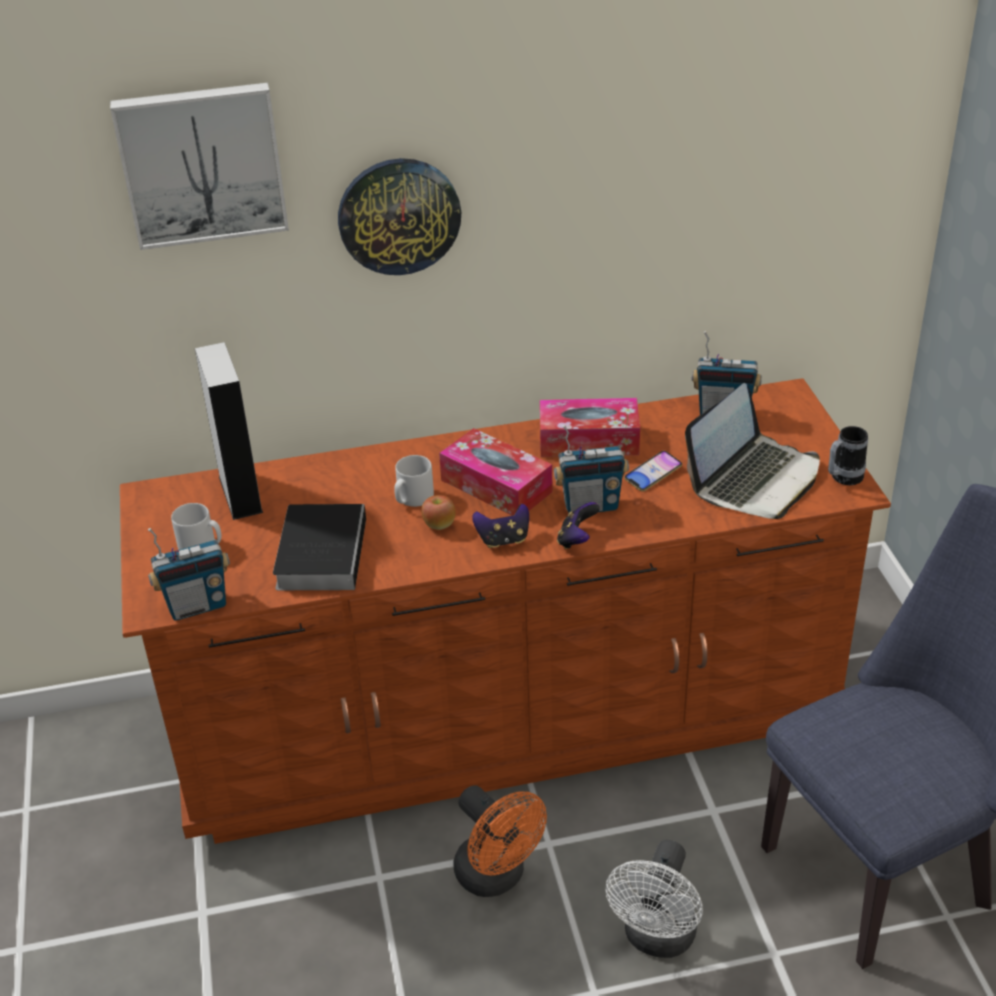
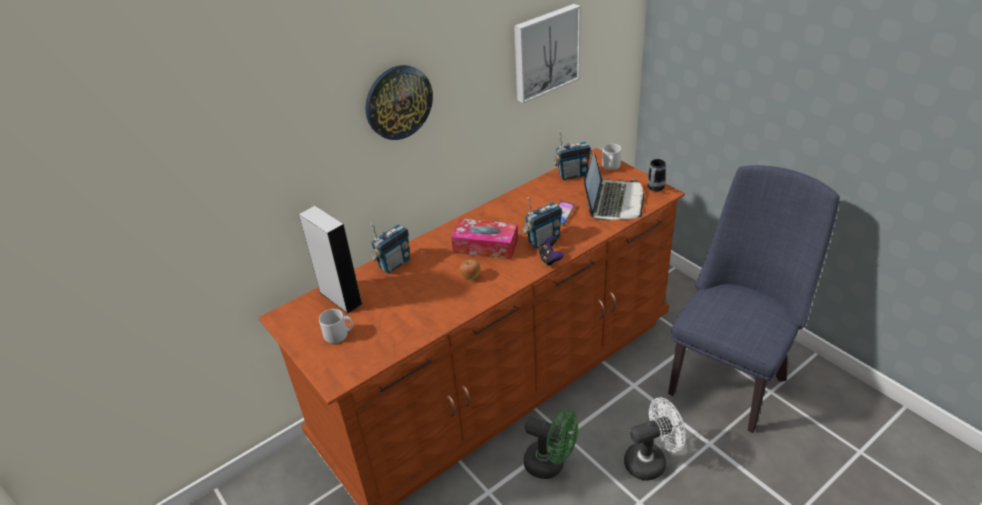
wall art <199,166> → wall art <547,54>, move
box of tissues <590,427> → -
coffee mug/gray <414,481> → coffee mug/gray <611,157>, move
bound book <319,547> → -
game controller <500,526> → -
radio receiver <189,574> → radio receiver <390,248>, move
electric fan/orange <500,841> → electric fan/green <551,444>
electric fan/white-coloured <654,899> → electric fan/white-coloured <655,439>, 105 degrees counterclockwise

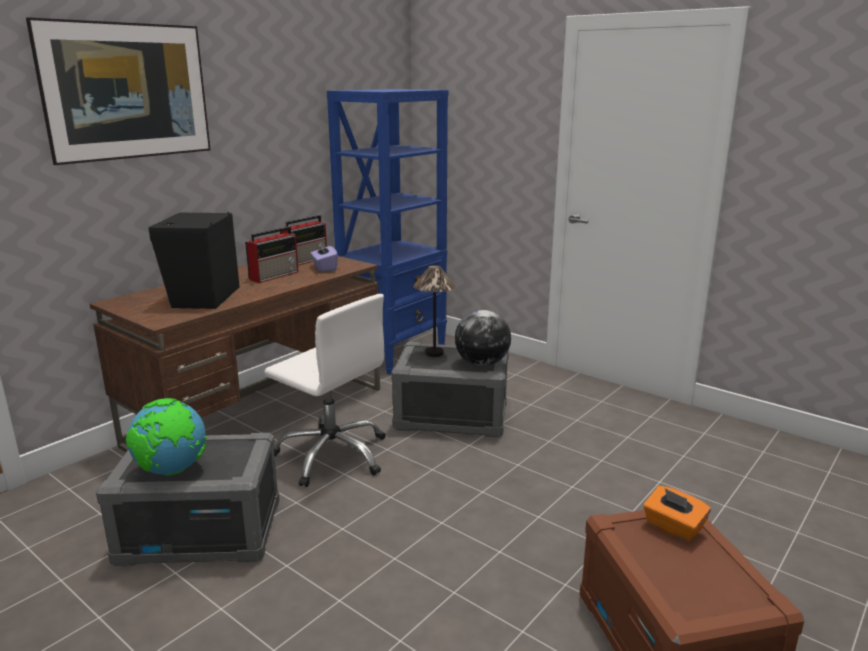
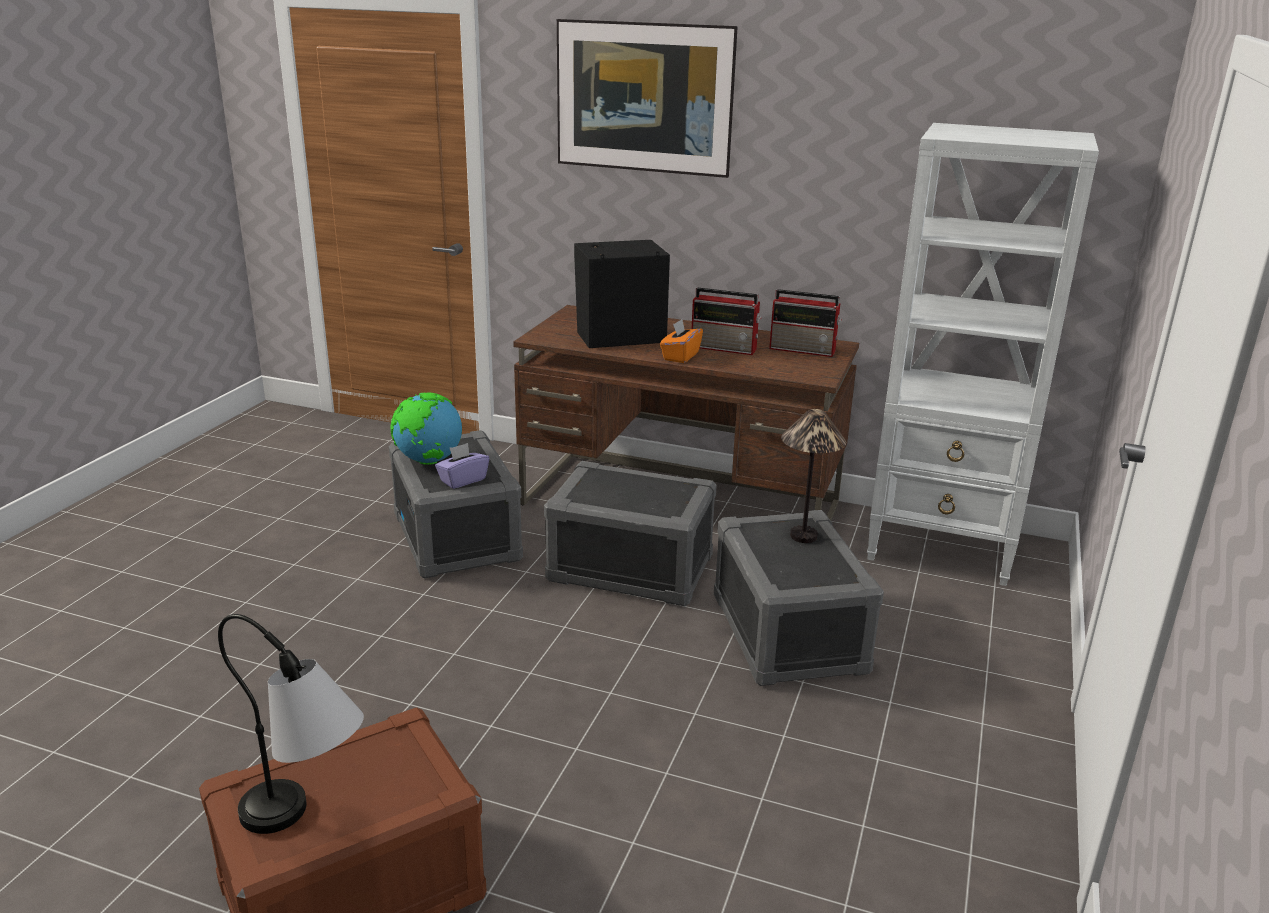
shelving unit/blue-coloured <387,232> → shelving unit/white-coloured <983,354>
box of tissues/purplish <324,258> → box of tissues/purplish <462,466>, move
computer chair/white-coloured <325,390> → storage container/gray <630,533>
globe <483,338> → -
box of tissues/orange <677,514> → box of tissues/orange <681,341>, move
- → table lamp <291,724>

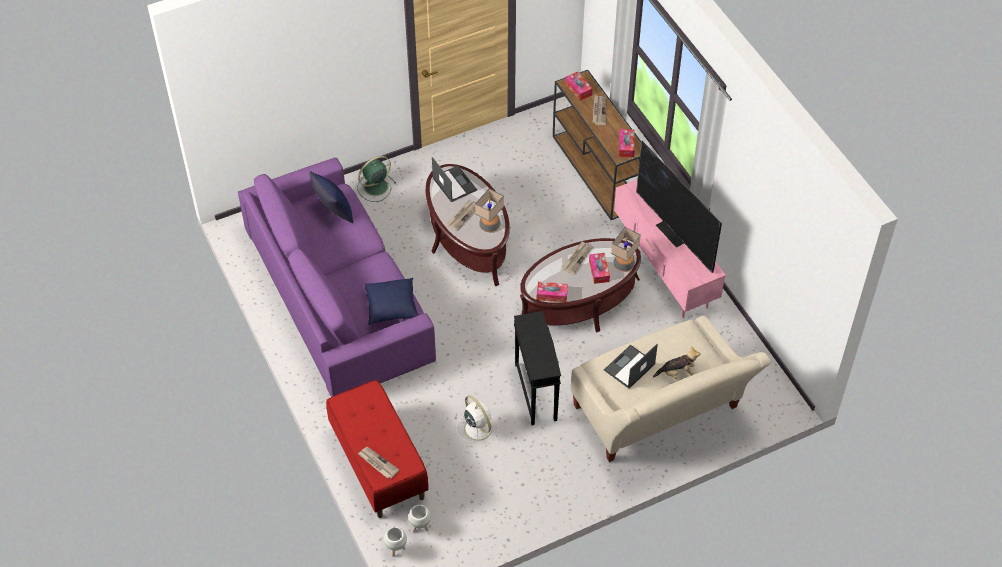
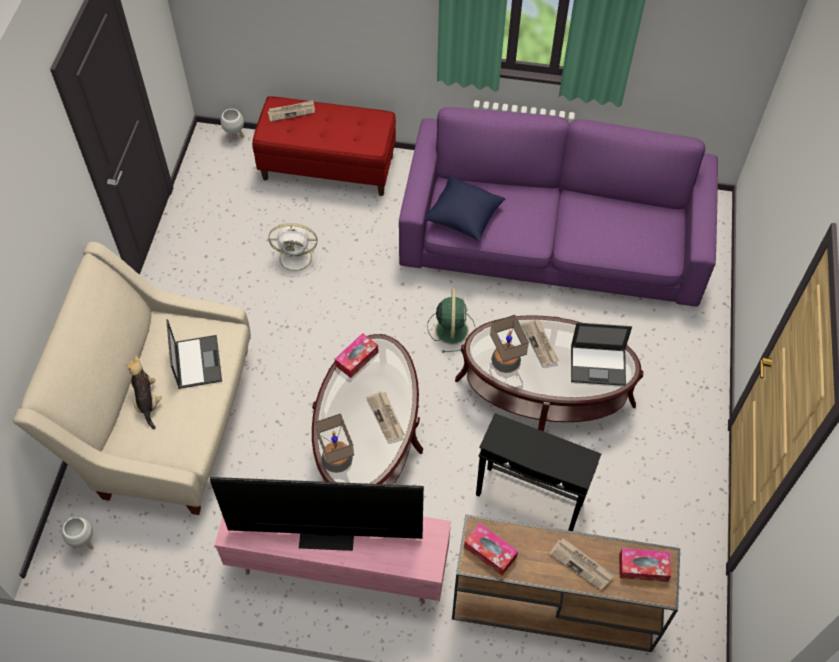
electric fan/green <376,179> → electric fan/green <451,320>, move
pillow/blue-coloured <331,197> → -
box of tissues <599,268> → -
side table/black <537,368> → side table/black <538,472>, move
cuddly toy <677,362> → cuddly toy <144,392>, 135 degrees clockwise
plant pot/white-coloured <420,518> → plant pot/white-coloured <78,533>, move

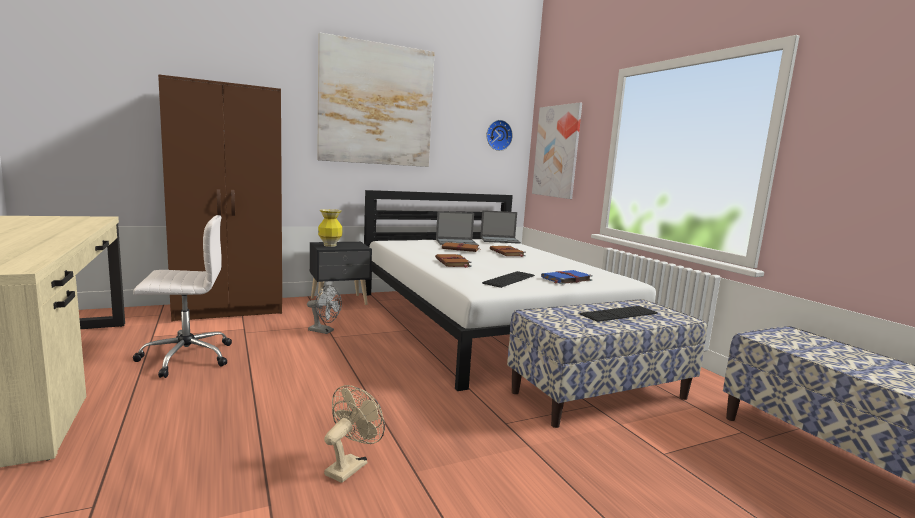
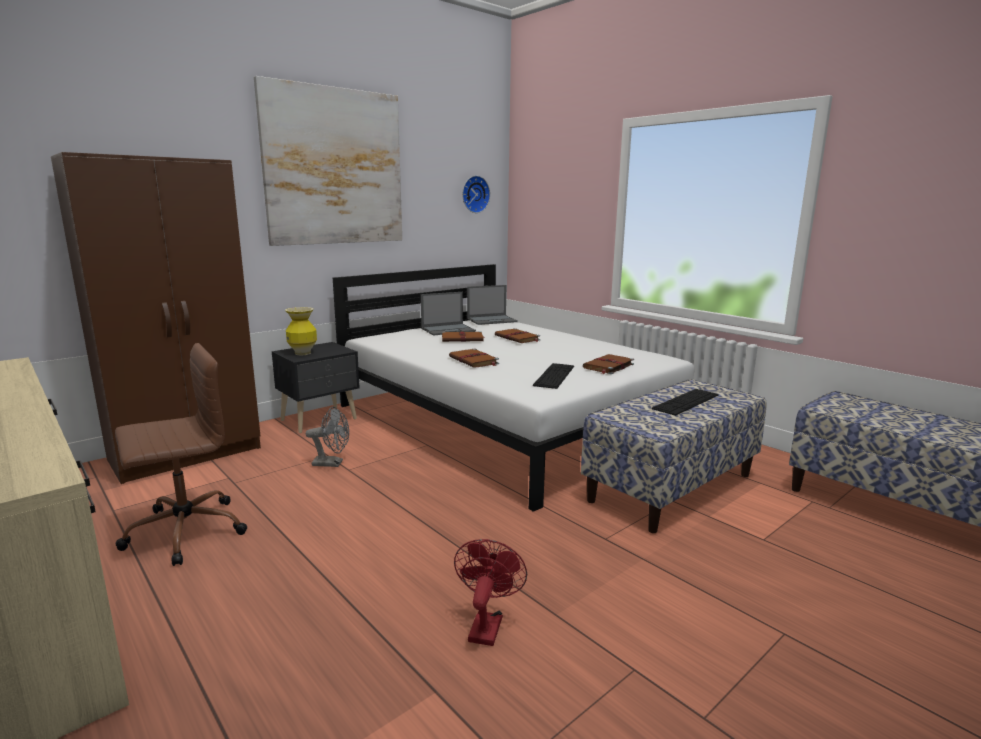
wall art <557,150> → -
computer chair/white-coloured <182,296> → computer chair/brown <181,454>
bound book/blue-coloured <567,277> → bound book/brown <608,364>
electric fan/beige-coloured <354,434> → electric fan/red <490,592>

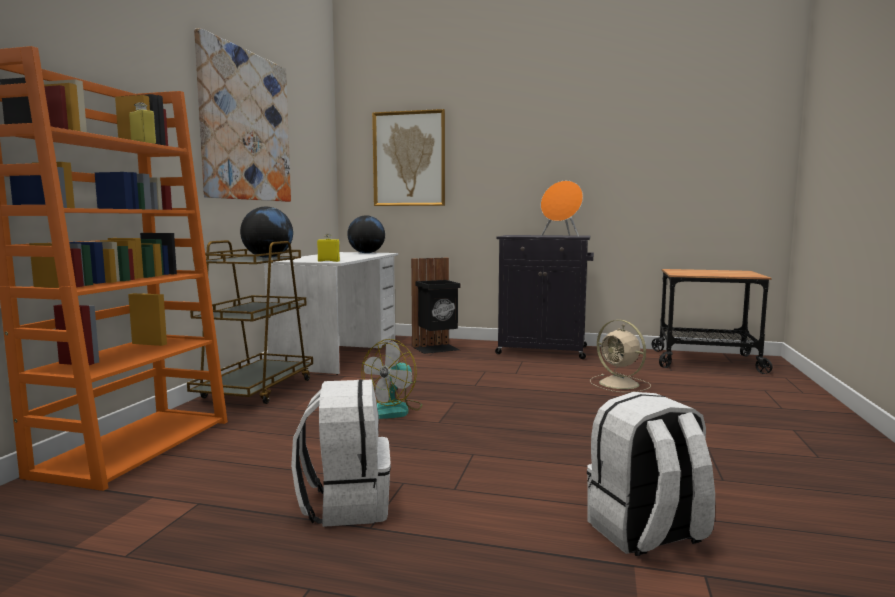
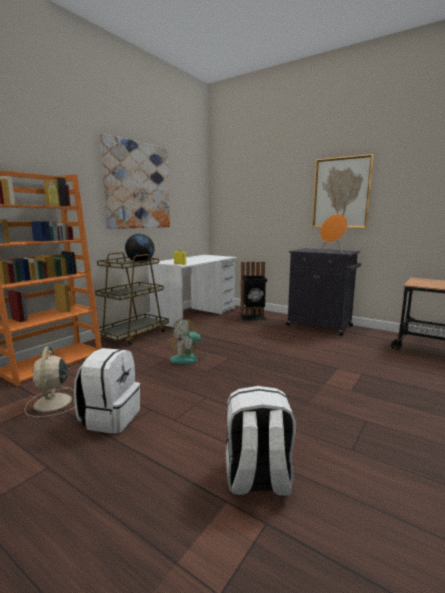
wall art <408,157> → wall art <343,191>, move
globe <366,234> → -
electric fan/beige-coloured <620,356> → electric fan/beige-coloured <50,381>, move

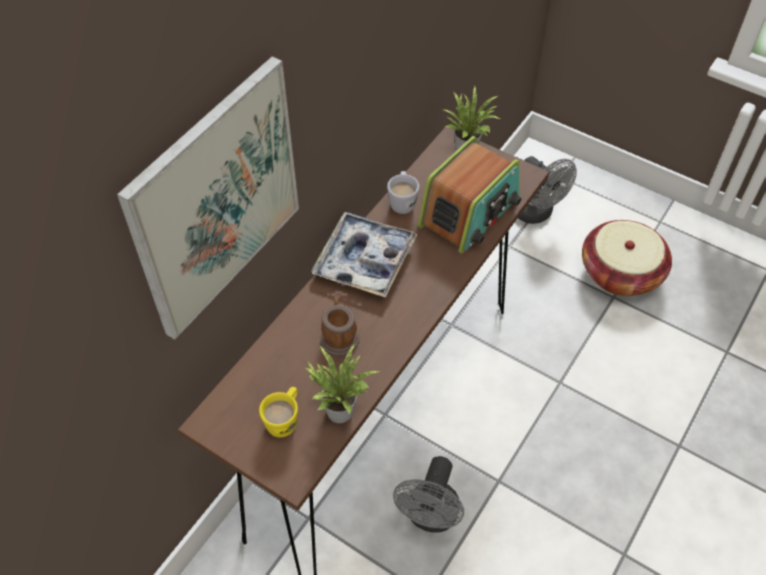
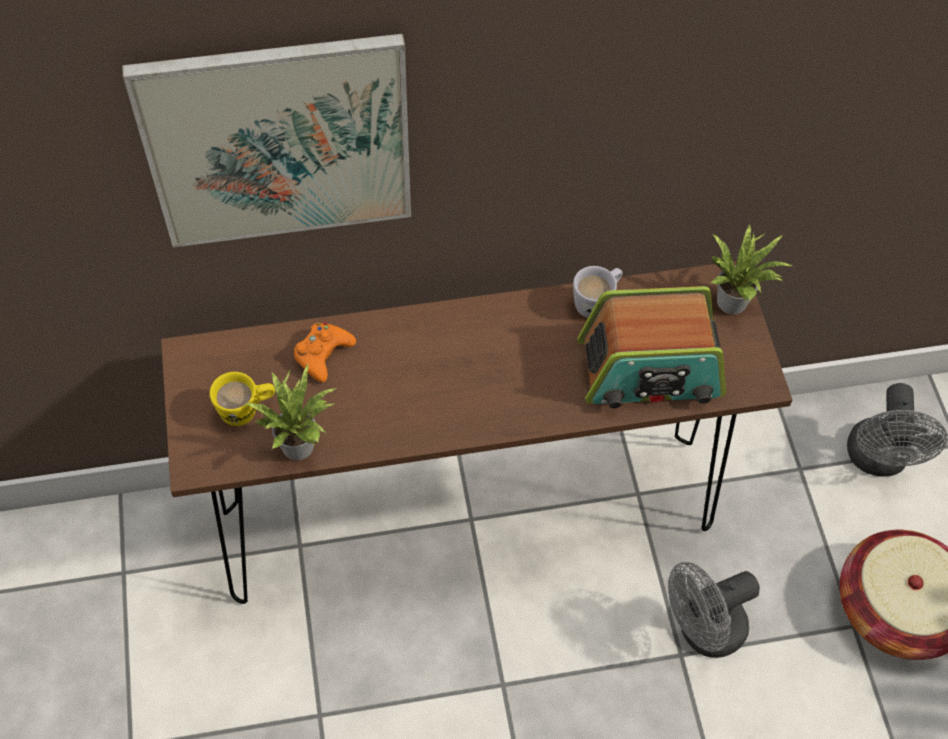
serving tray <365,255> → -
coffee mug <339,326> → -
electric fan/gray <428,494> → electric fan/gray <714,610>, move
- → game controller/orange <324,352>

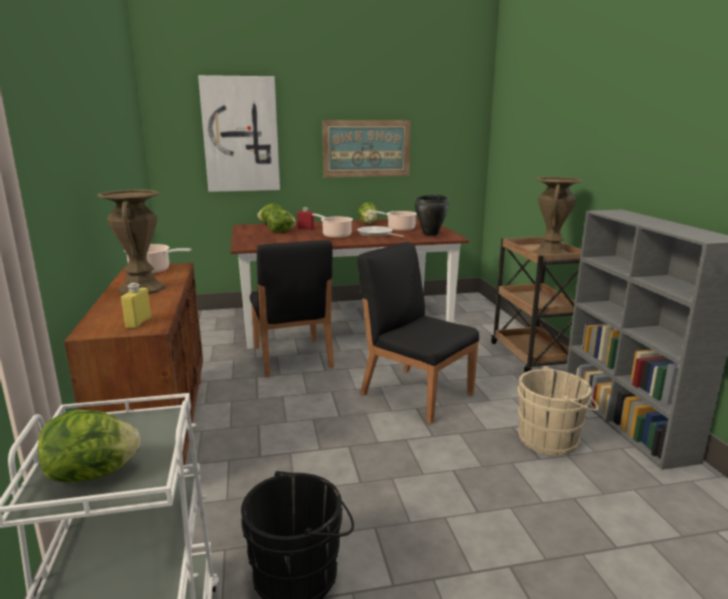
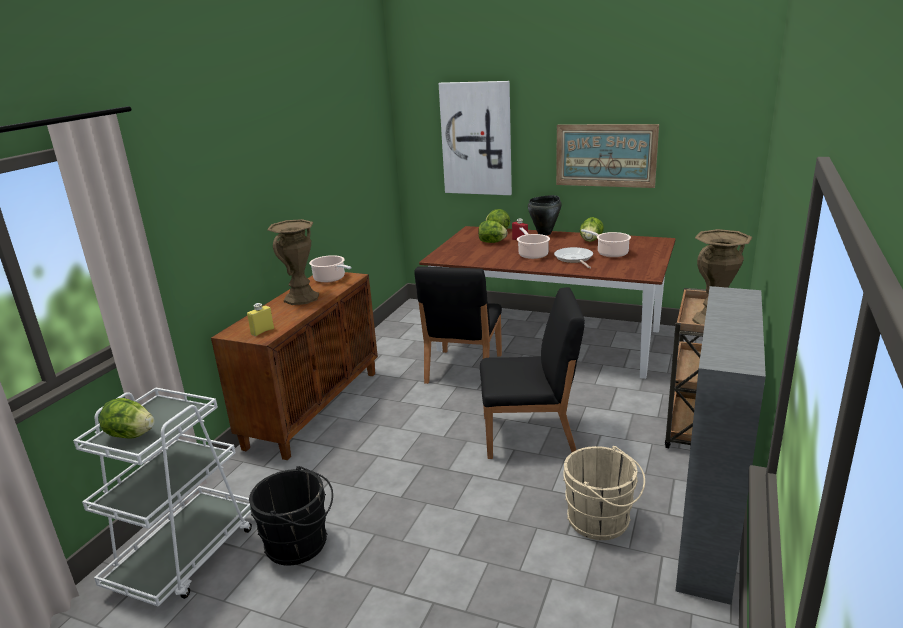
saucepot/black <432,215> → saucepot/black <545,215>, move
upright chair/black <418,333> → upright chair/black <532,373>, 105 degrees clockwise

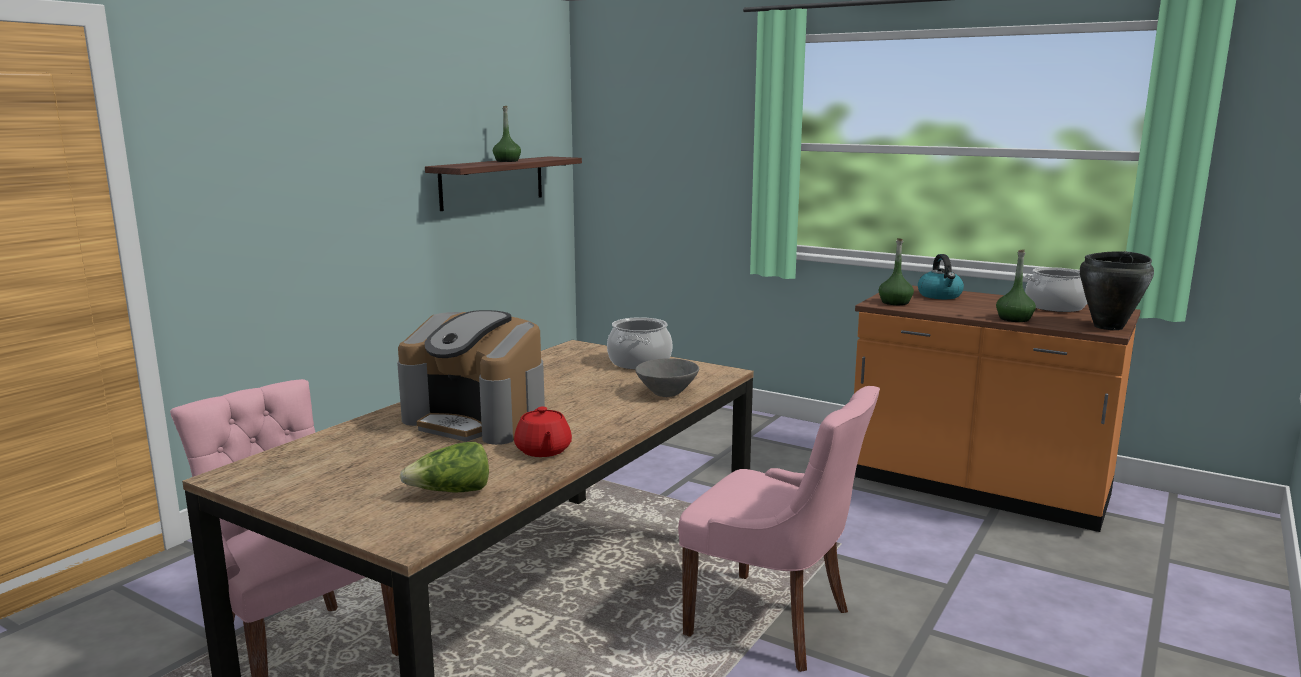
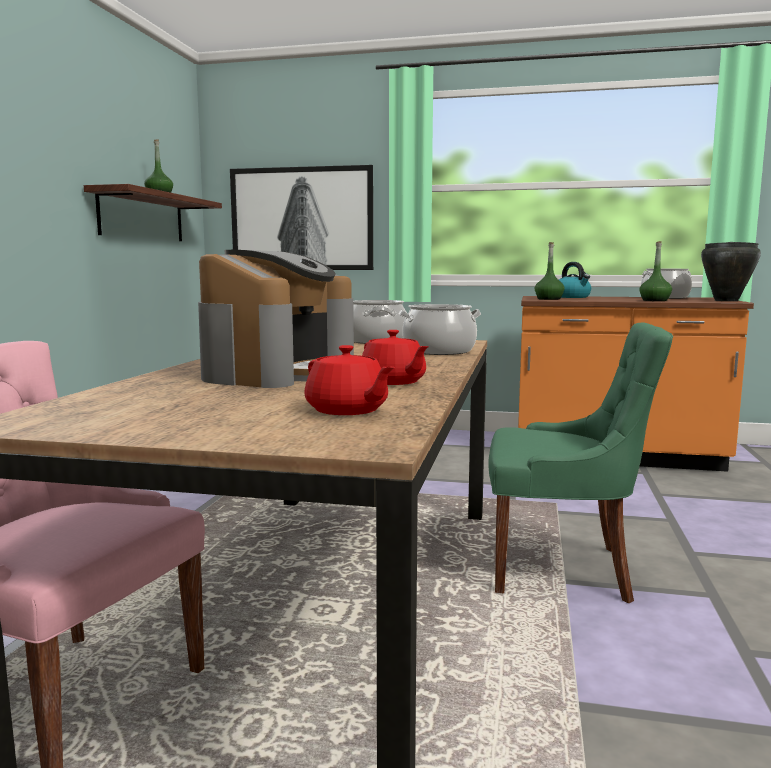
coffee machine <471,377> → coffee machine <276,319>, 75 degrees counterclockwise
deep dish/gray <667,377> → saucepot <440,329>
upright chair/pinkish <779,529> → upright chair/green <580,462>
lettuce <444,467> → teapot/red <349,380>
- → wall art <301,217>

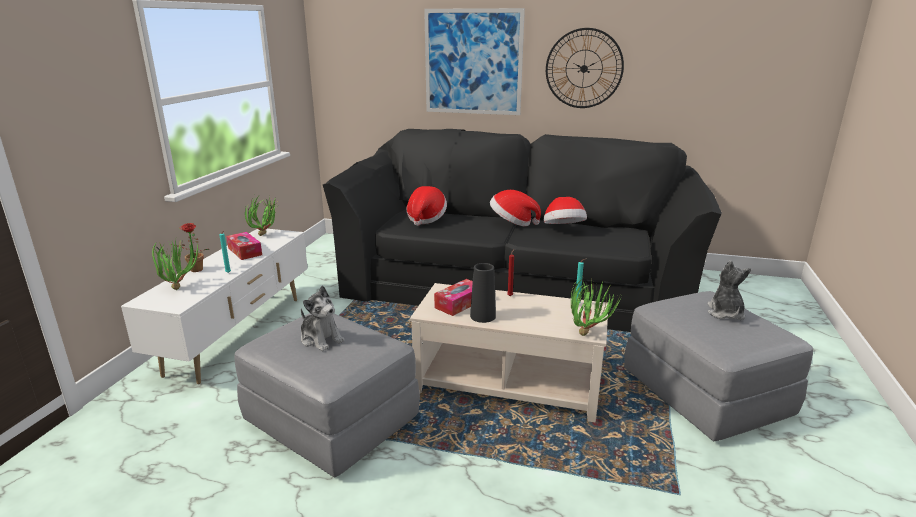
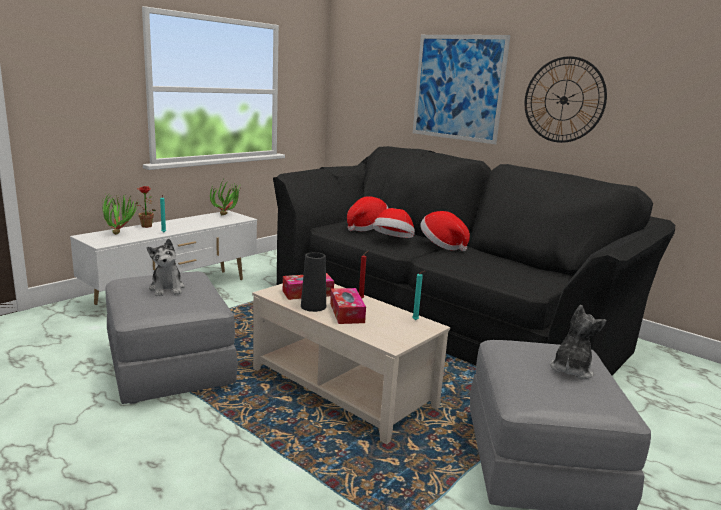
wearable hat <565,210> → wearable hat <394,223>, move
box of tissues <244,246> → box of tissues <348,306>, move
potted plant <596,307> → -

